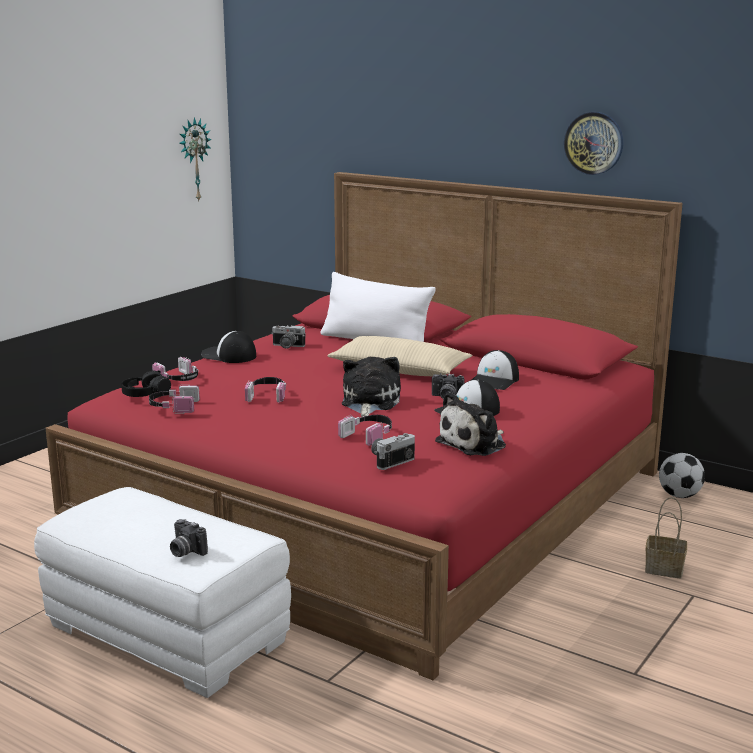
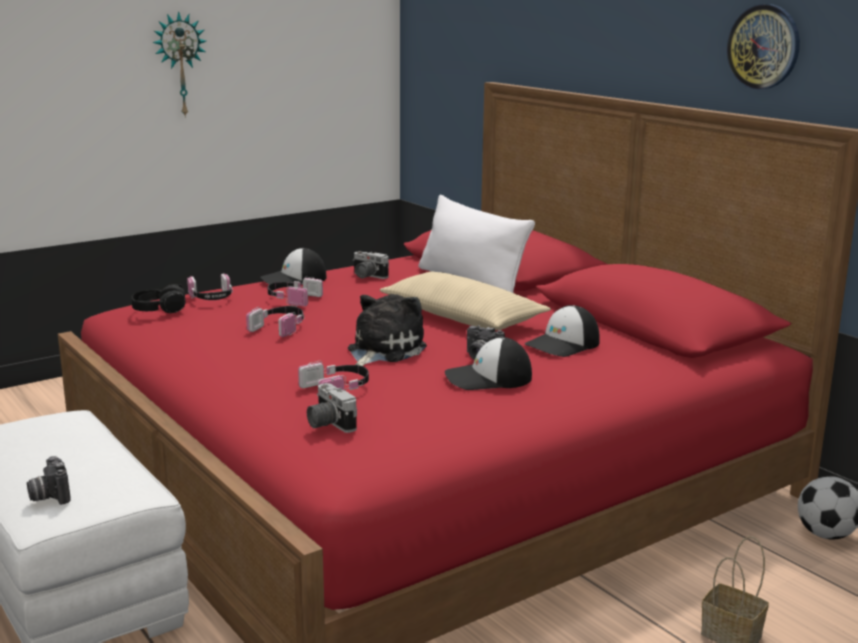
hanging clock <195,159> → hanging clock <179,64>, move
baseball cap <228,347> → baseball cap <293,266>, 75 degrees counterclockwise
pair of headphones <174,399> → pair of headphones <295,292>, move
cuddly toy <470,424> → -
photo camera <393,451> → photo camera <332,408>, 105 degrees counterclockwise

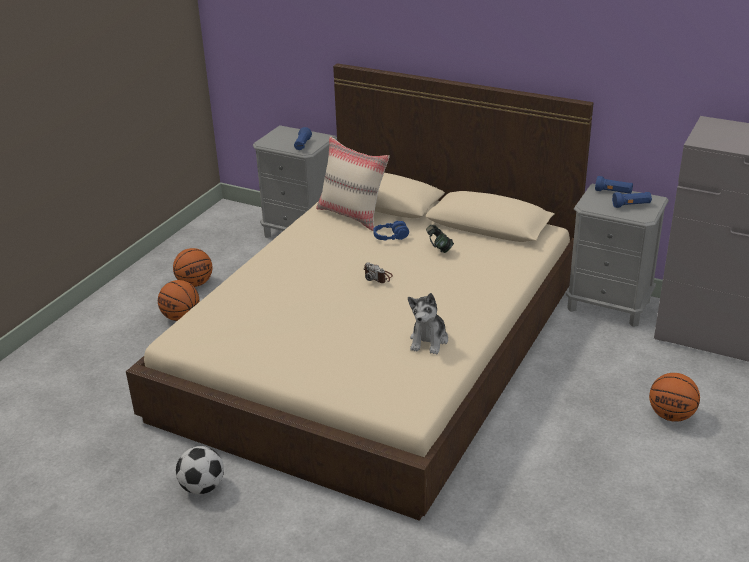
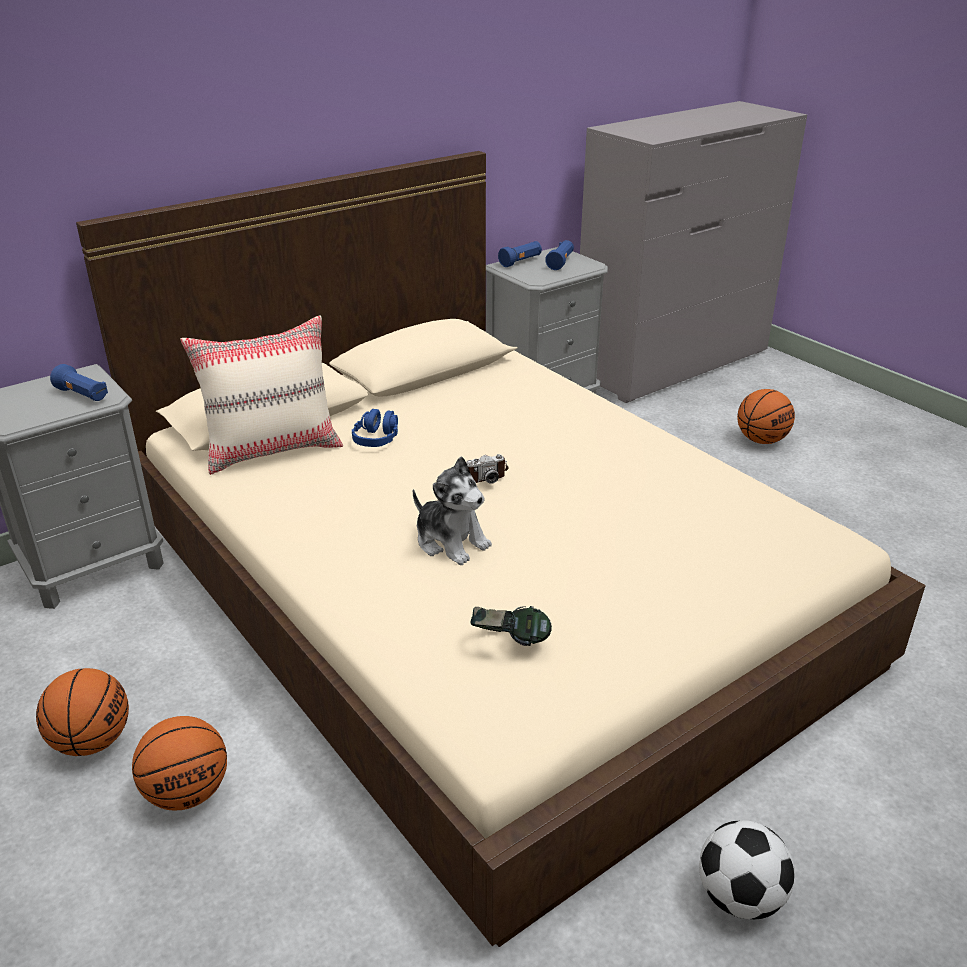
pair of headphones <440,239> → pair of headphones <511,626>, move
cuddly toy <428,324> → cuddly toy <452,510>, move

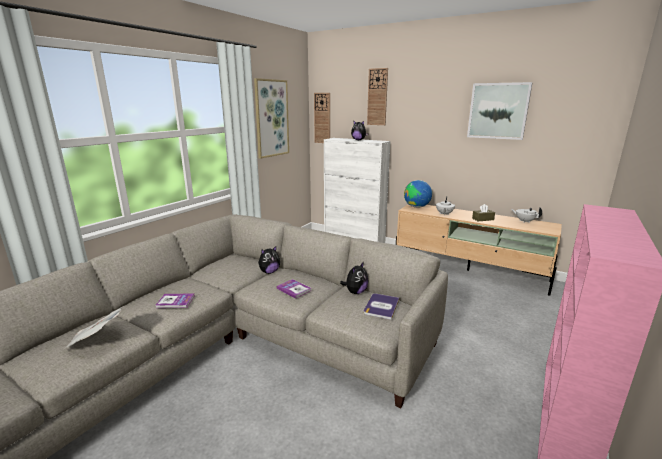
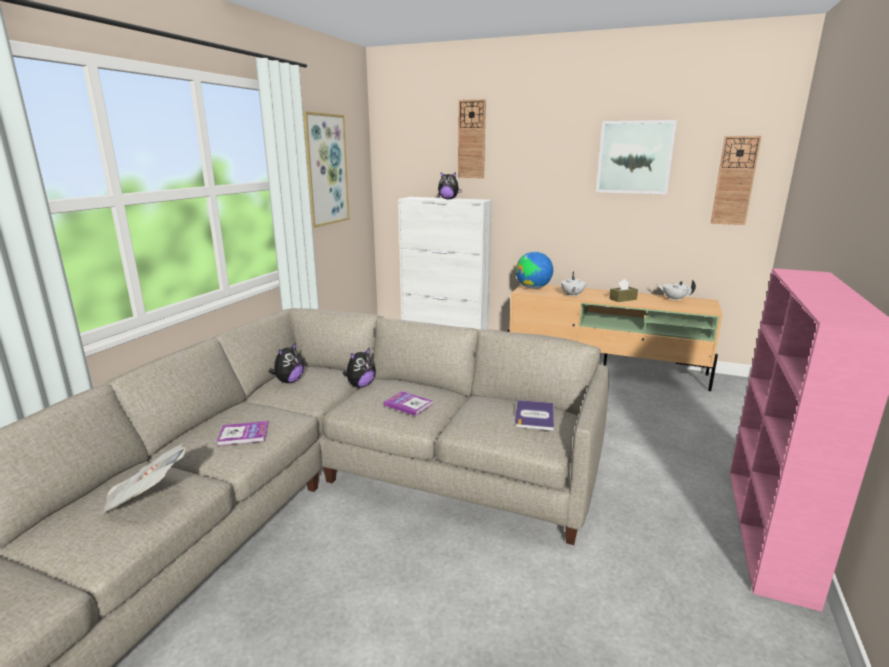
hanging clock <322,118> → hanging clock <736,180>, move
cuddly toy <354,278> → cuddly toy <286,362>, move

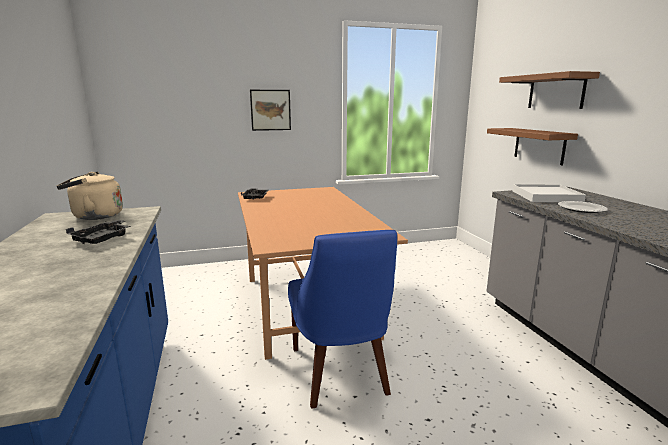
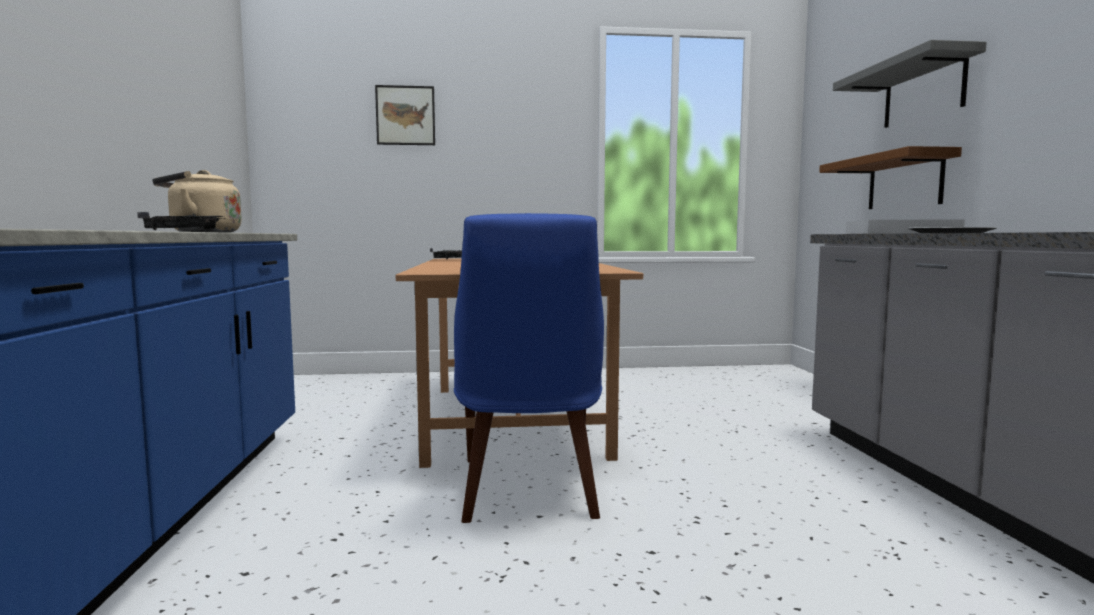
shelf/brown <549,90> → shelf/gray <910,84>
wall art <270,110> → wall art <405,115>, move

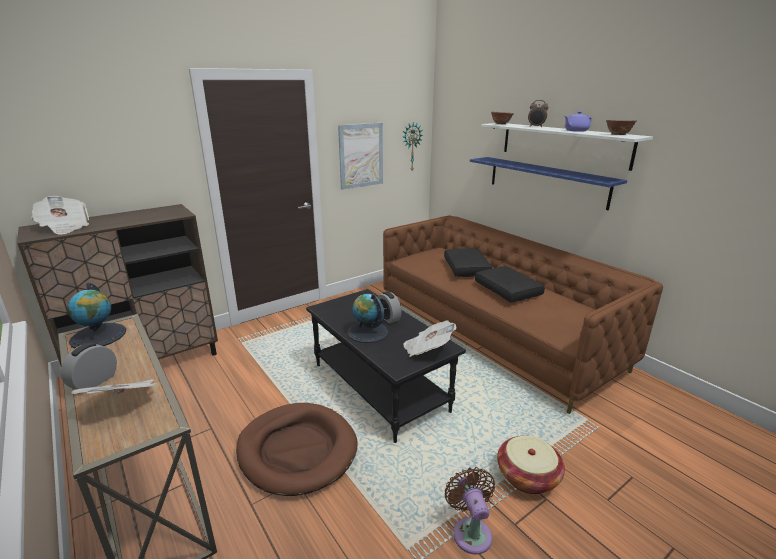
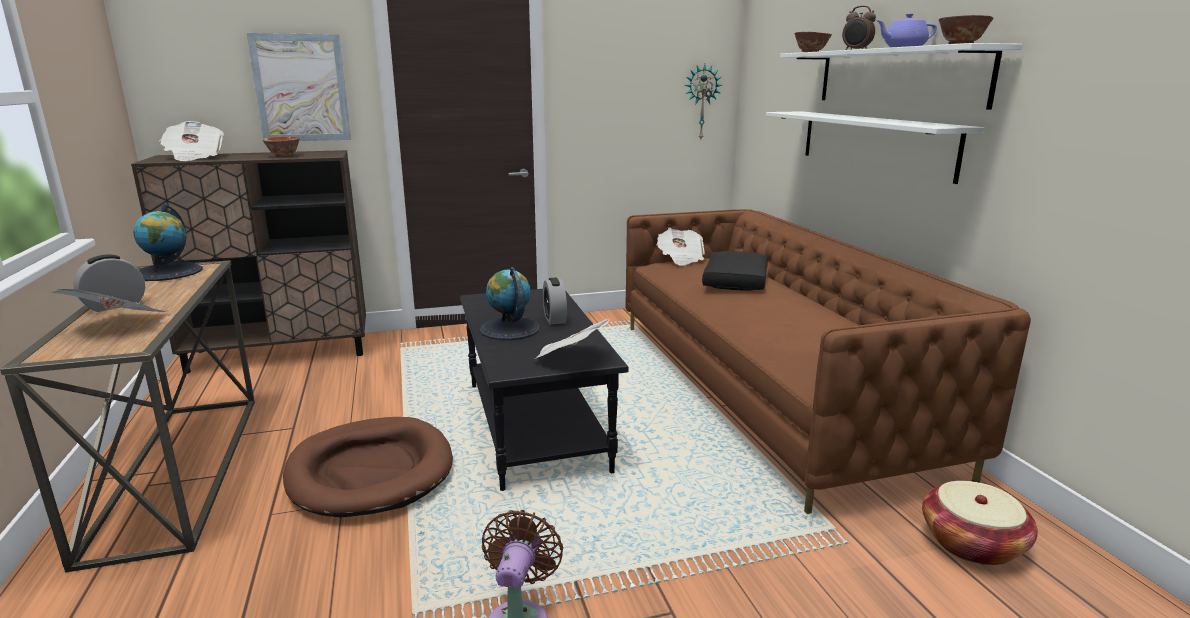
wall art <360,156> → wall art <299,87>, move
shelf/blue-coloured <548,183> → shelf/white-coloured <875,147>
pillow/black <510,284> → -
storage basket <531,465> → storage basket <980,523>, move
- → deep dish <281,146>
- → printed paper <681,246>

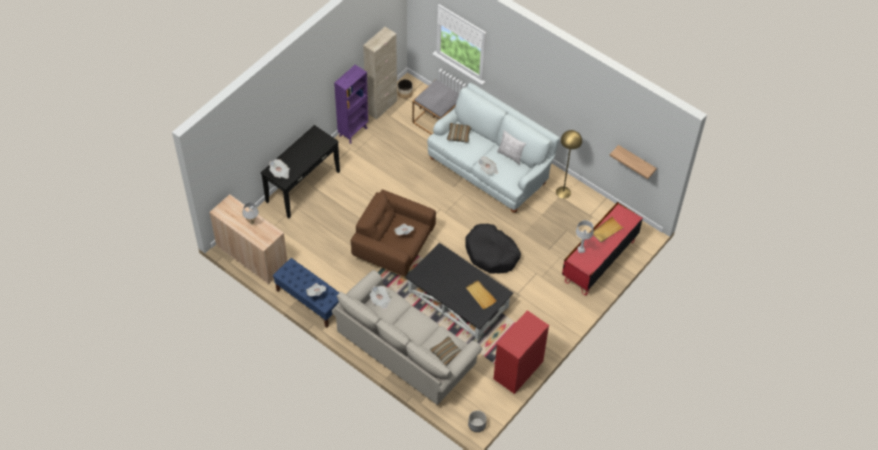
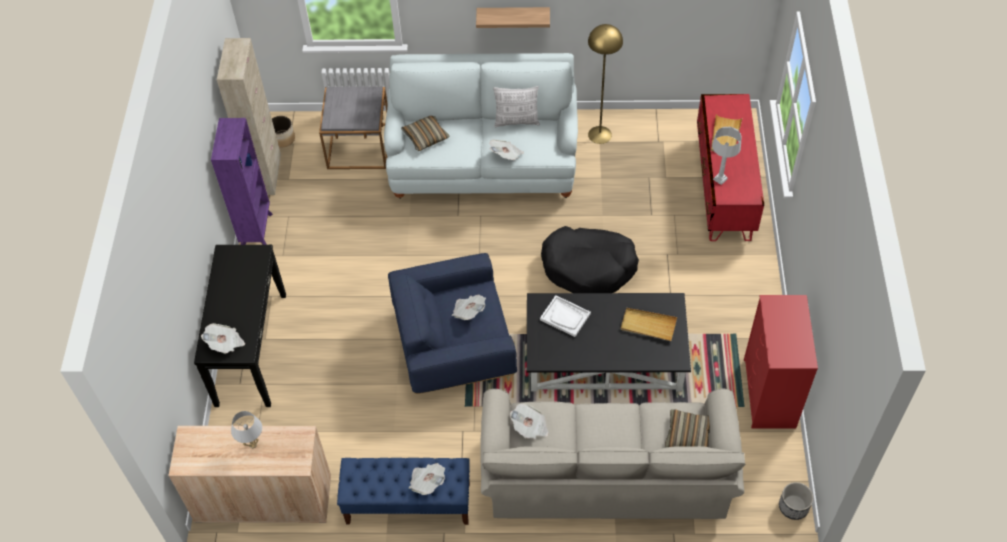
shelf <633,162> → shelf <513,17>, move
easy chair/brown <393,233> → easy chair/blue-coloured <452,323>
- → serving tray/white-coloured <565,316>

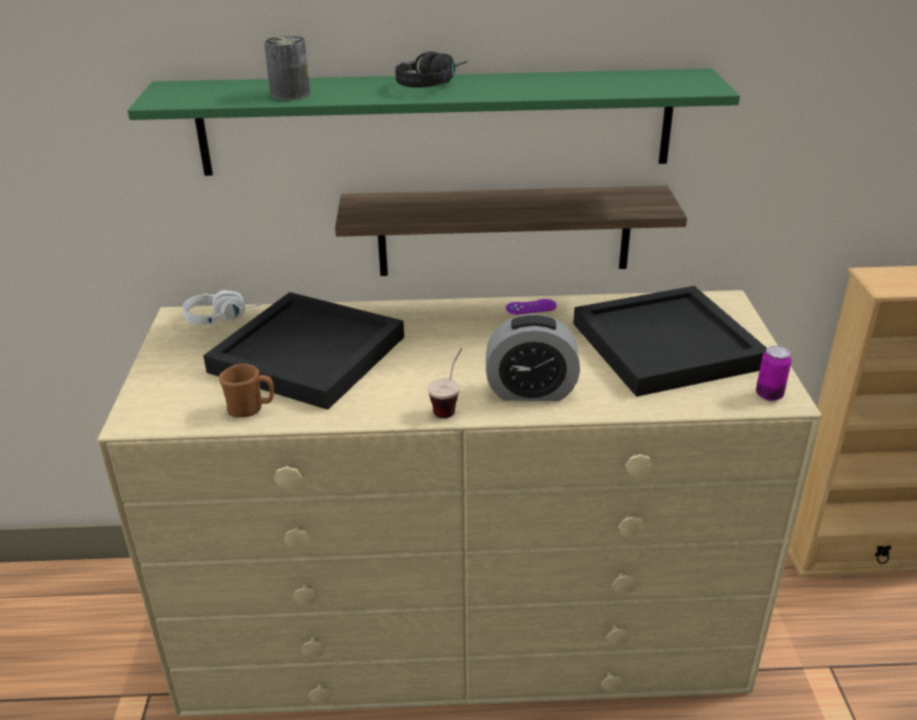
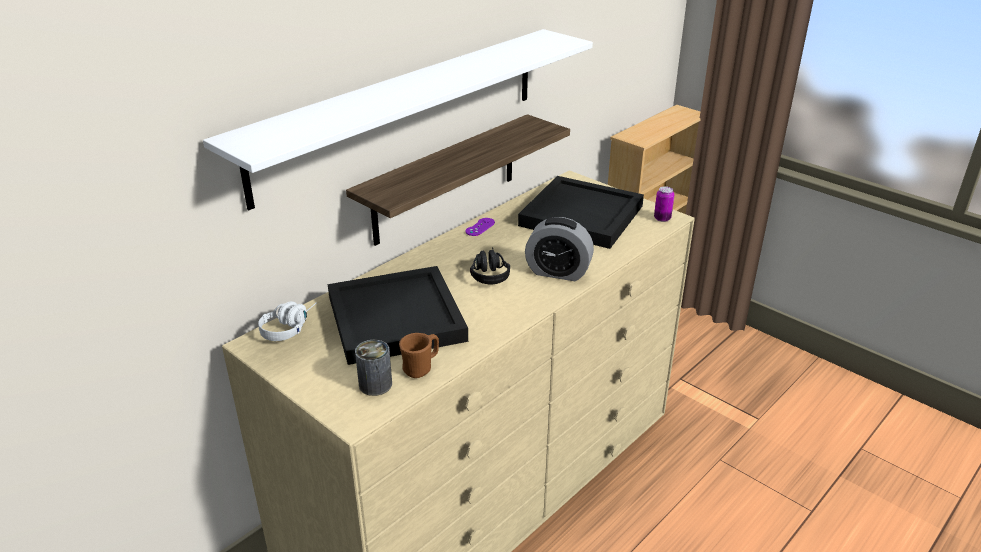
sealed can <287,68> → sealed can <373,368>, move
pair of headphones/black <431,70> → pair of headphones/black <490,265>, move
shelf/green <434,122> → shelf/white-coloured <398,119>
table clock <533,357> → table clock <559,249>, 60 degrees clockwise
small cup <445,383> → -

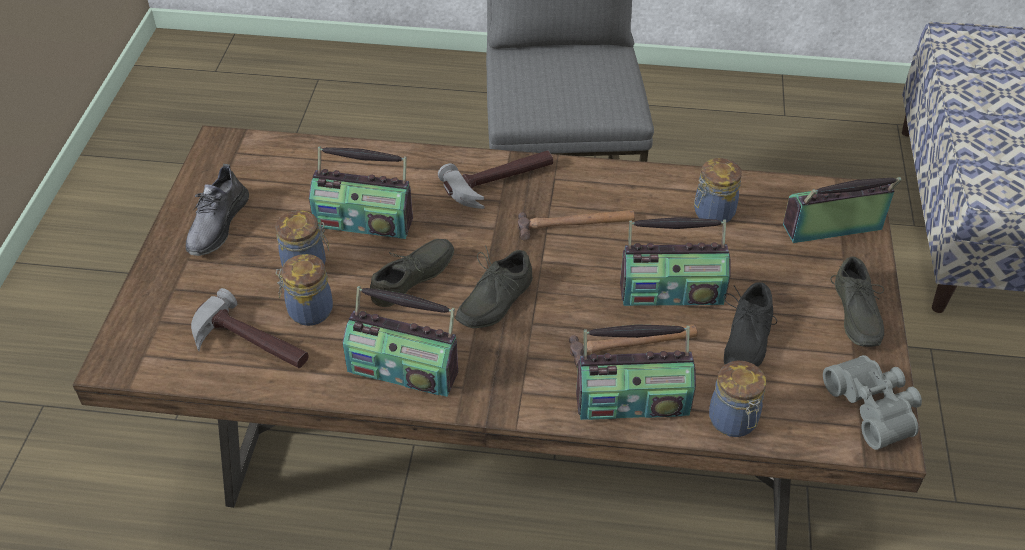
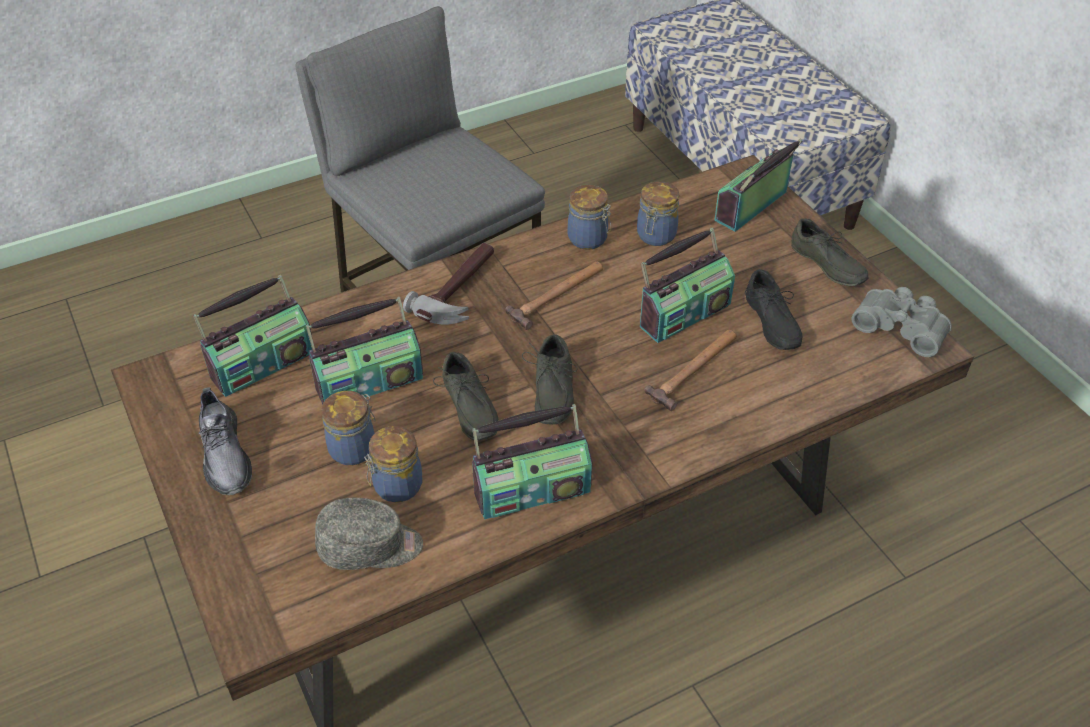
shoe/gray <412,273> → shoe/gray <466,396>, 150 degrees clockwise
hand hammer <249,328> → baseball cap/gray <369,534>
radio receiver <636,372> → radio receiver <253,336>, move
preserve jar <737,398> → preserve jar <589,217>, move

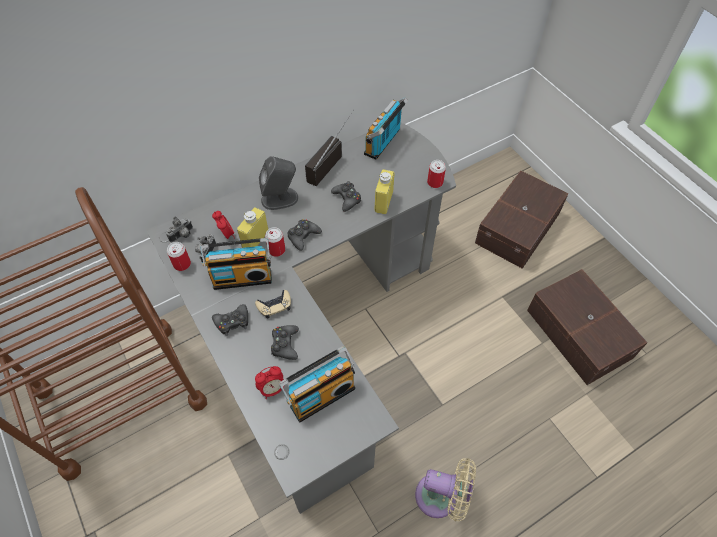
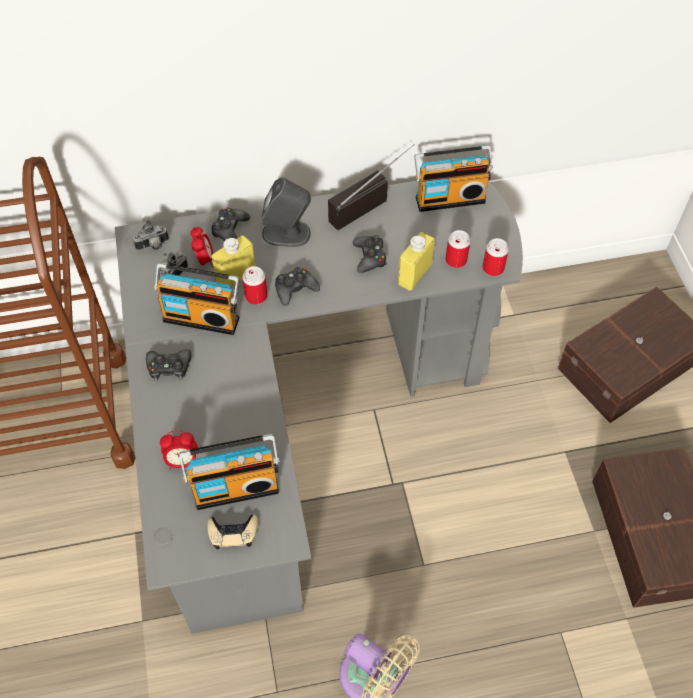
radio receiver <386,128> → radio receiver <453,178>, 150 degrees counterclockwise
sealed can <179,256> → sealed can <457,249>, move
game controller/beige-coloured <273,304> → game controller/beige-coloured <232,531>, move
game controller/black <285,342> → game controller/black <230,224>, move

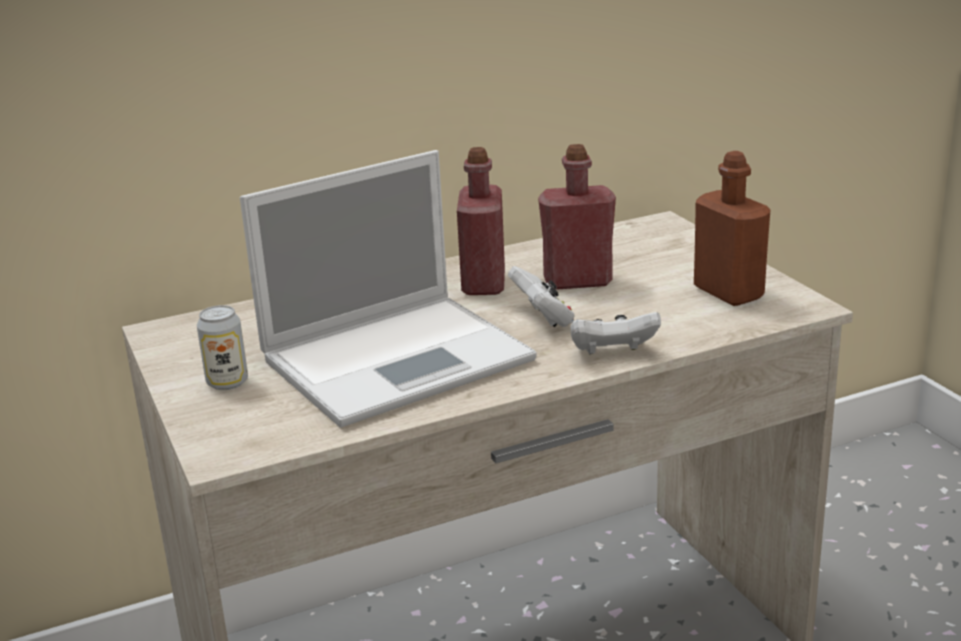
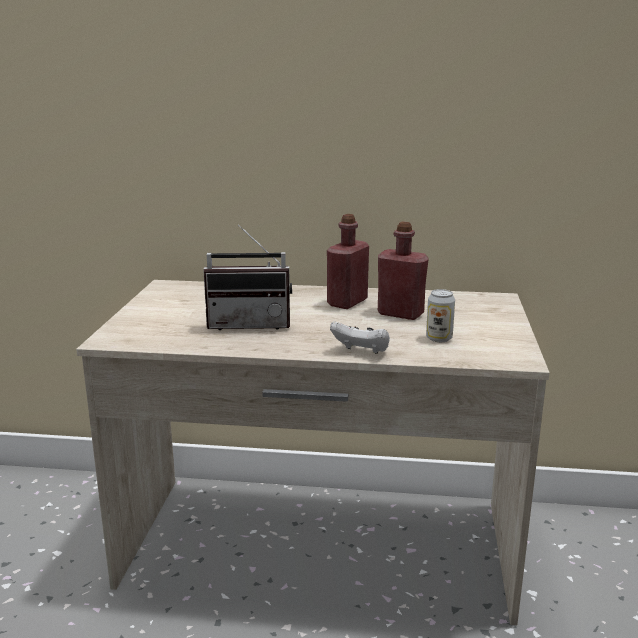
laptop <388,289> → radio receiver <247,277>
beverage bottle/brown <732,228> → -
game controller/white-coloured <541,296> → -
sealed can <222,347> → sealed can <440,315>, move

